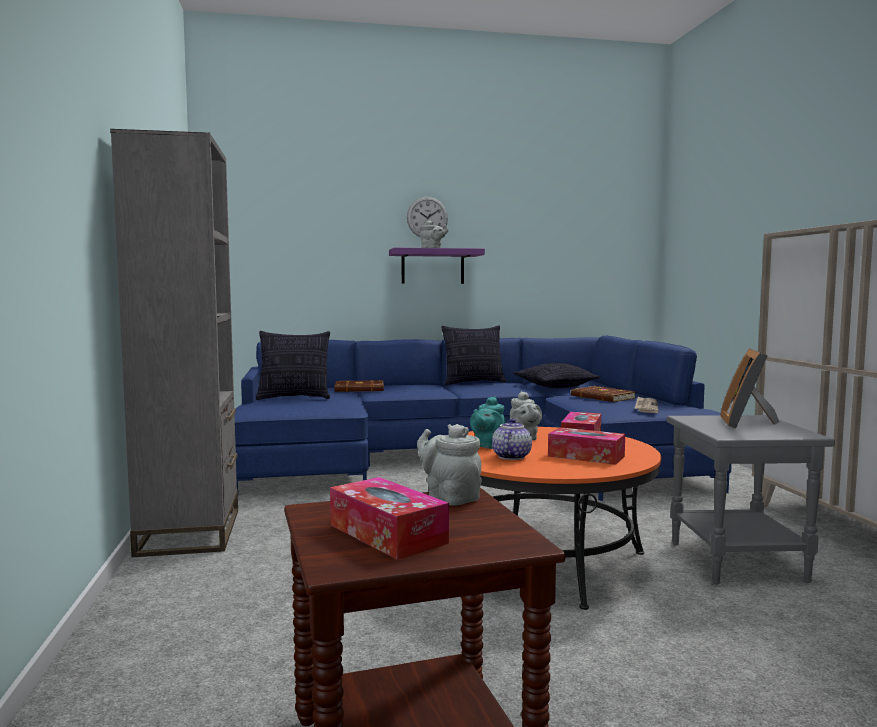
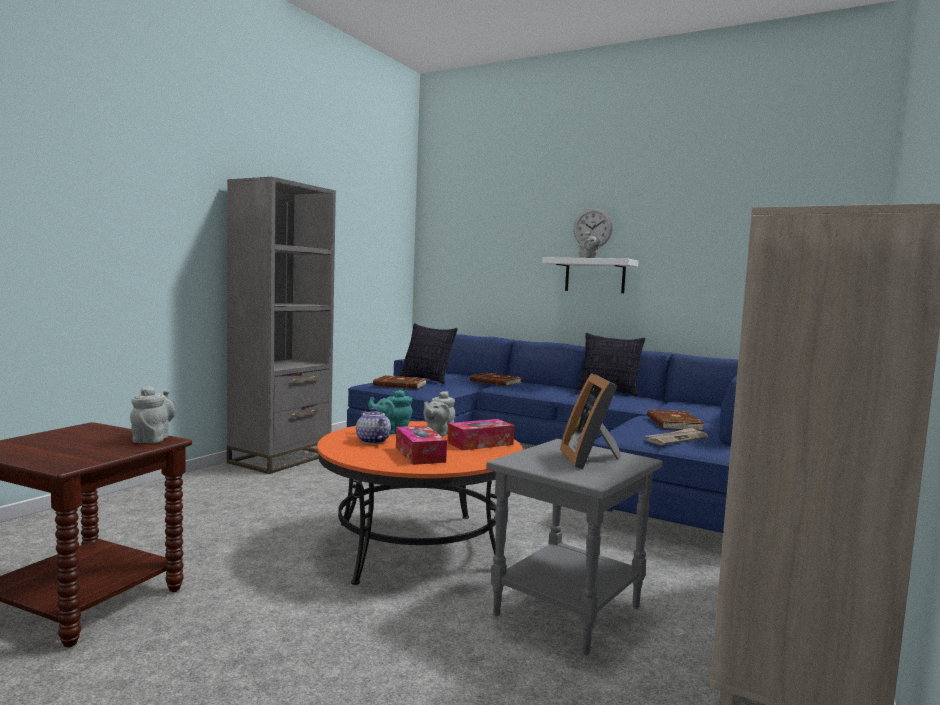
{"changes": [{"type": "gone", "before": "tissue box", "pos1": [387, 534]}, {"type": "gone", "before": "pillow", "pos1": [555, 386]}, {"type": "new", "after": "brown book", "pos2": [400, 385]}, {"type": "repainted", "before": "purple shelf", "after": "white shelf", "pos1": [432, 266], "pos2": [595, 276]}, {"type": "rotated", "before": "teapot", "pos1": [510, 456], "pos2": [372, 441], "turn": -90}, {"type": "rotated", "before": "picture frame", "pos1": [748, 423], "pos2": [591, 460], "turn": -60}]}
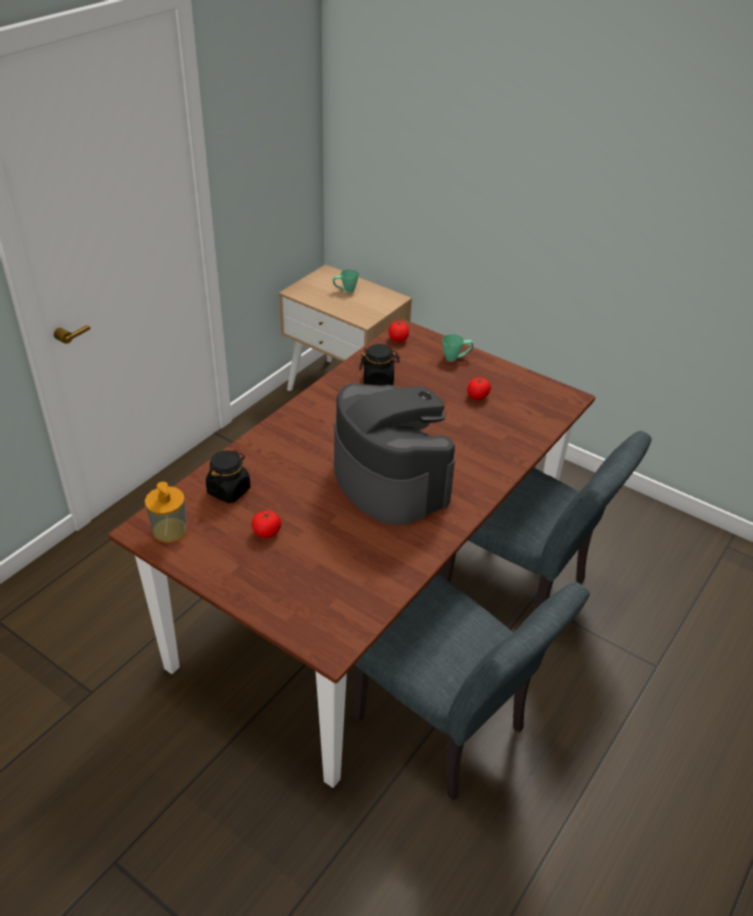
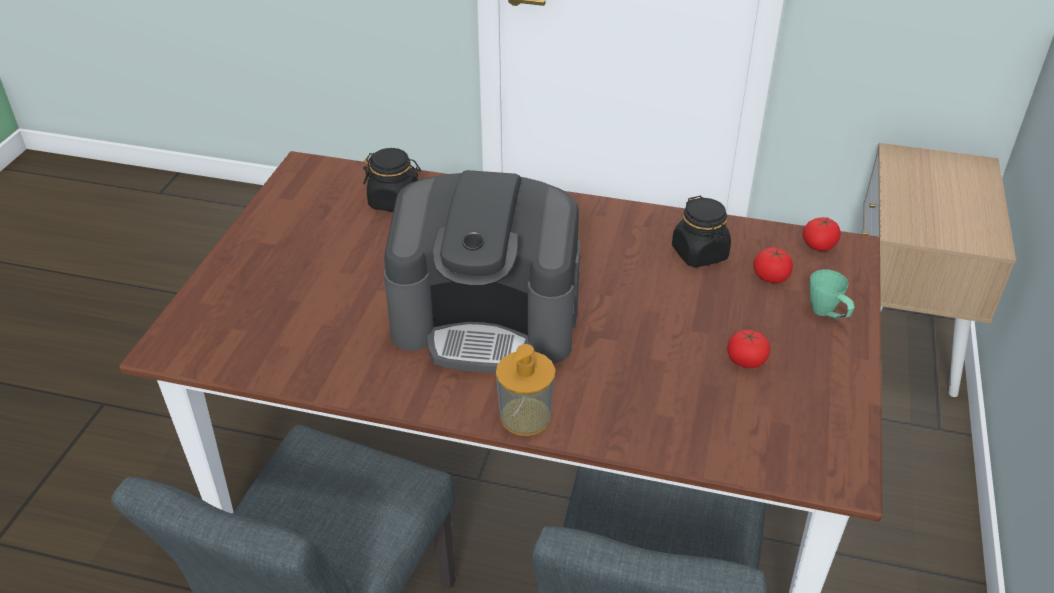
{"changes": [{"type": "gone", "before": "green mug", "pos1": [345, 290]}, {"type": "shifted", "before": "soap dispenser", "pos1": [169, 530], "pos2": [525, 416]}, {"type": "shifted", "before": "tomato", "pos1": [267, 532], "pos2": [771, 277]}, {"type": "rotated", "before": "coffee machine", "pos1": [390, 479], "pos2": [487, 319], "turn": 60}]}
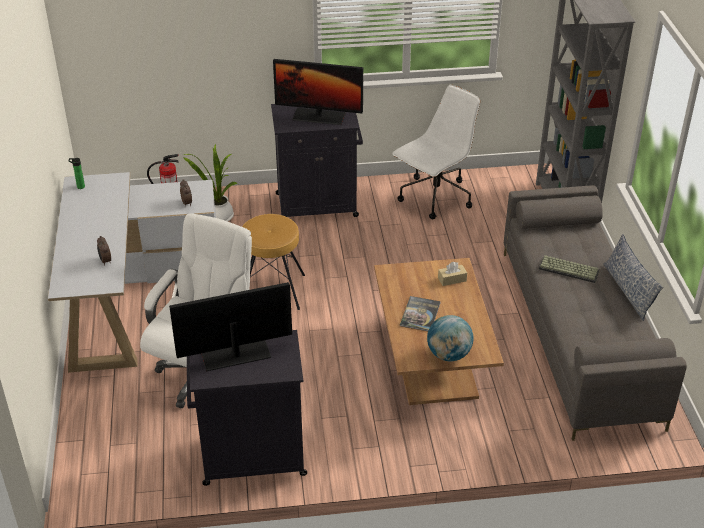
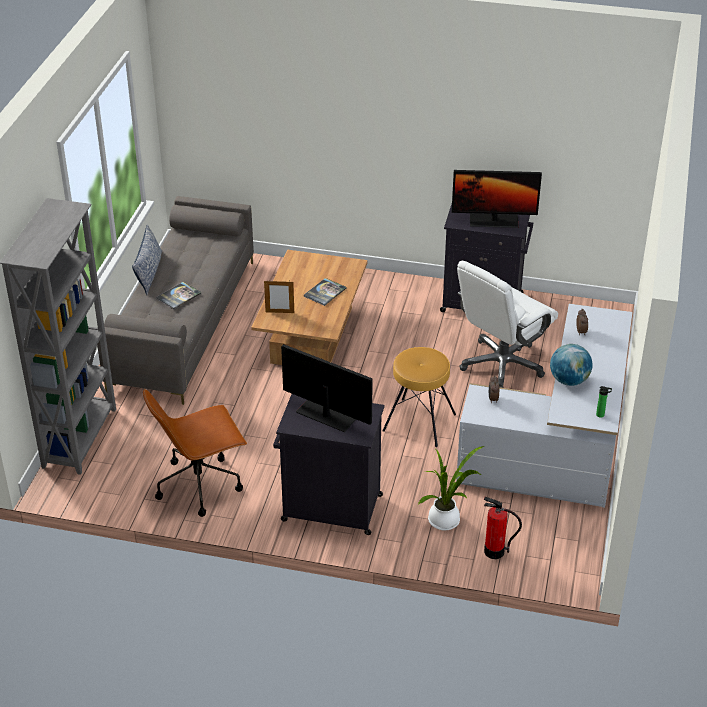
{"changes": [{"type": "shifted", "before": "globe", "pos1": [448, 355], "pos2": [569, 380]}, {"type": "swapped", "before": "beige tissue box", "after": "picture frame", "pos1": [452, 279], "pos2": [280, 312]}, {"type": "swapped", "before": "keyboard", "after": "book", "pos1": [569, 269], "pos2": [178, 296]}, {"type": "repainted", "before": "white office chair", "after": "brown office chair", "pos1": [435, 198], "pos2": [200, 484]}]}
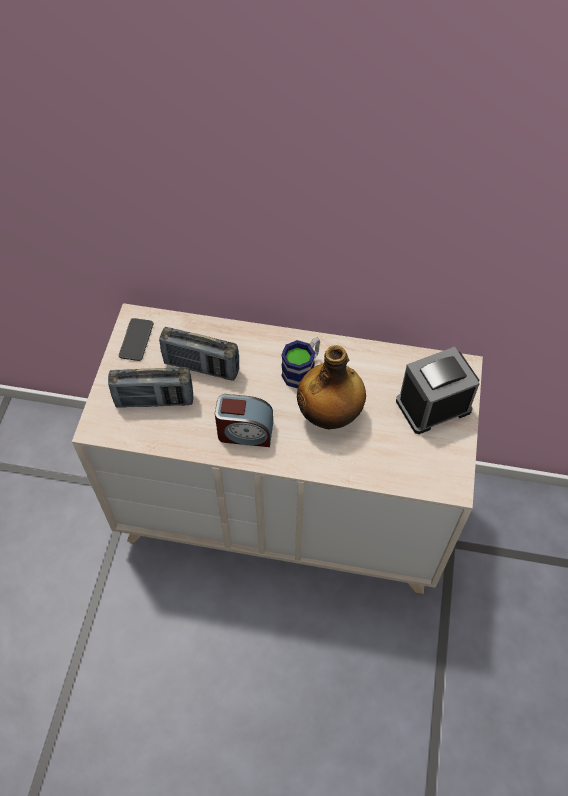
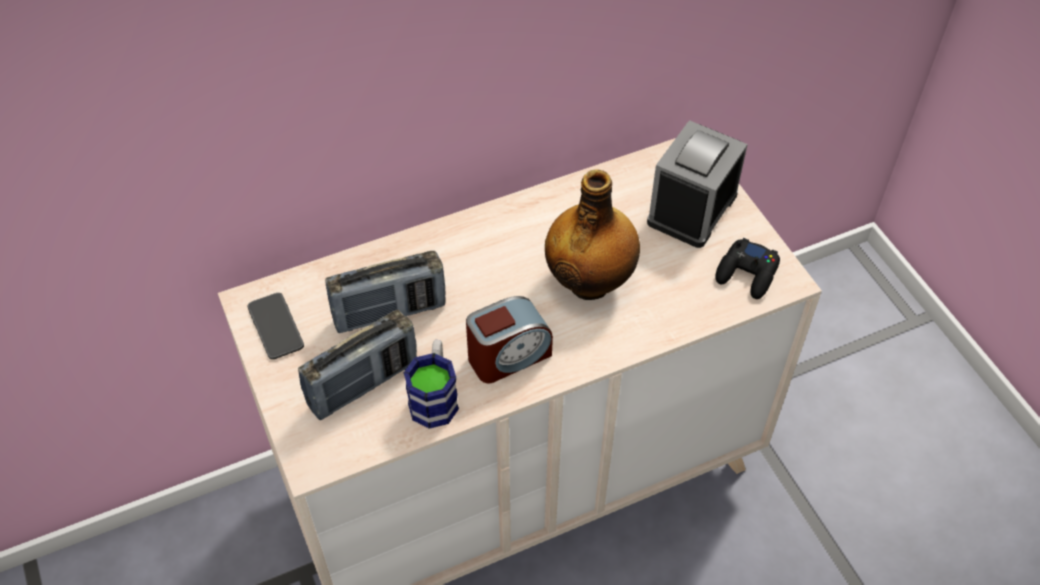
{"changes": [{"type": "new", "after": "black game controller", "pos2": [747, 274]}, {"type": "shifted", "before": "mug", "pos1": [302, 370], "pos2": [435, 396]}]}
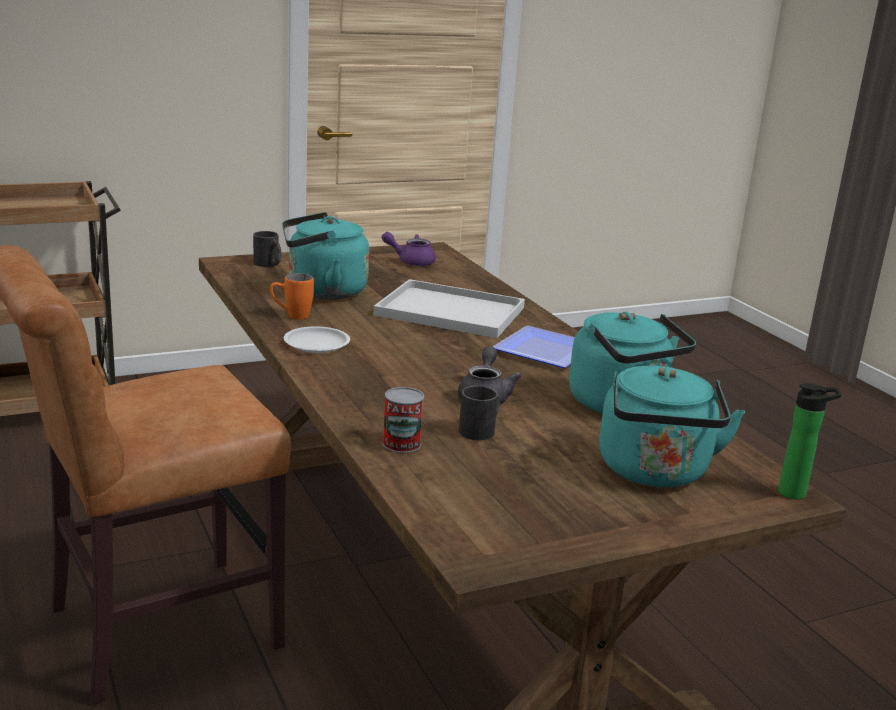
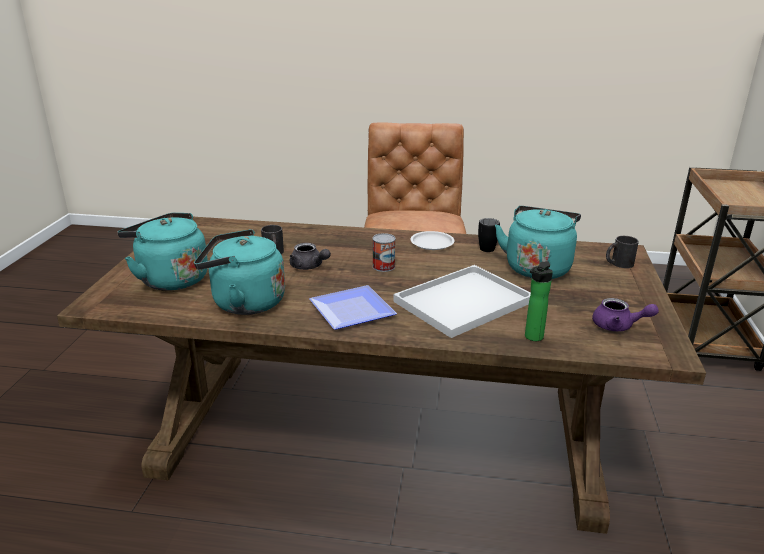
{"changes": [{"type": "shifted", "before": "can", "pos1": [401, 443], "pos2": [383, 266]}, {"type": "shifted", "before": "bottle", "pos1": [796, 493], "pos2": [532, 338]}, {"type": "repainted", "before": "orange mug", "after": "black mug", "pos1": [291, 316], "pos2": [488, 247]}, {"type": "rotated", "before": "purple teapot", "pos1": [411, 261], "pos2": [618, 326], "turn": 75}]}
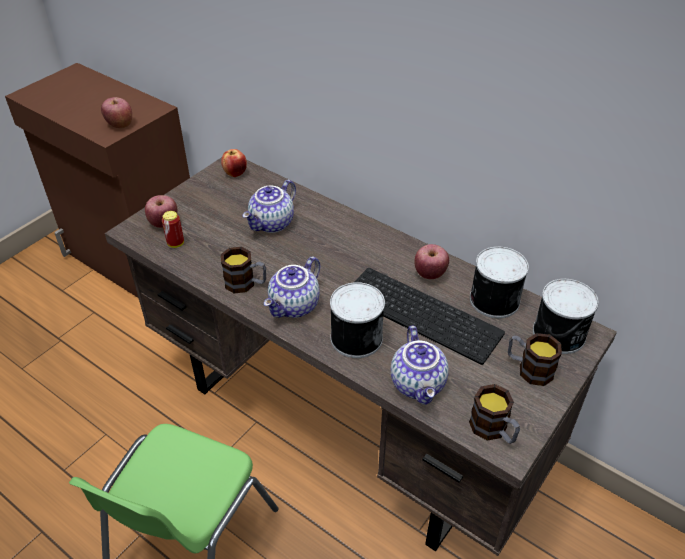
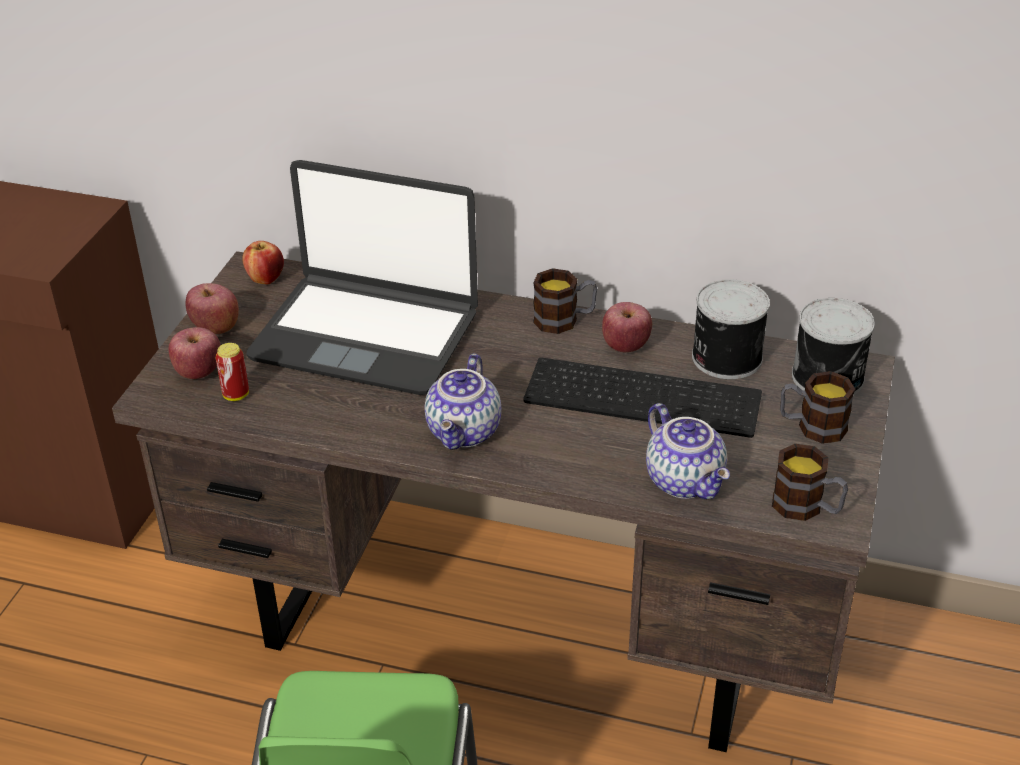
{"changes": [{"type": "gone", "before": "can", "pos1": [355, 337]}, {"type": "shifted", "before": "apple", "pos1": [120, 124], "pos2": [215, 327]}, {"type": "shifted", "before": "mug", "pos1": [246, 283], "pos2": [564, 320]}, {"type": "swapped", "before": "teapot", "after": "laptop", "pos1": [272, 224], "pos2": [366, 335]}]}
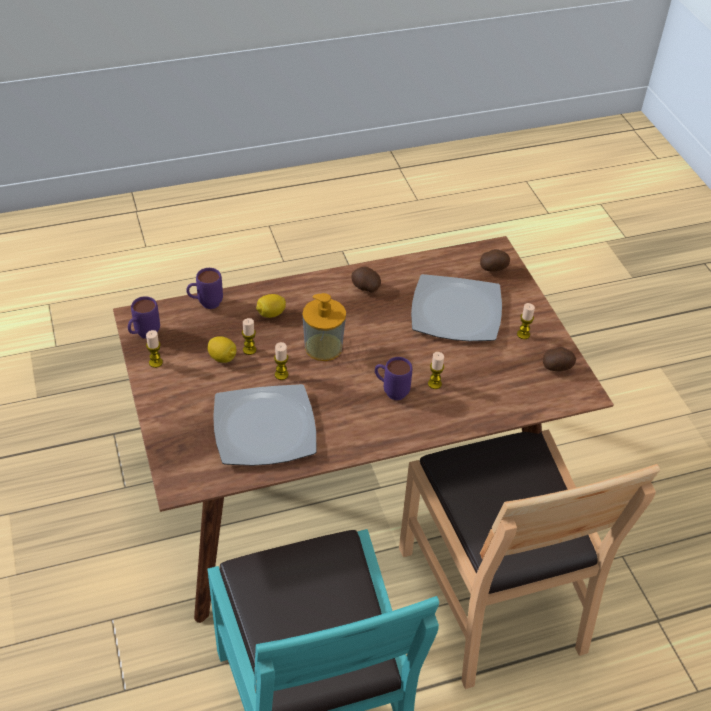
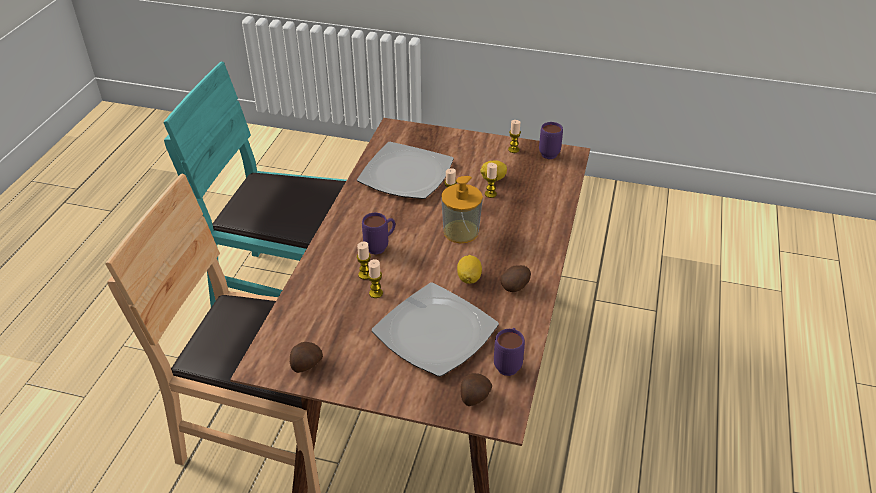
{"changes": [{"type": "shifted", "before": "purple mug", "pos1": [205, 304], "pos2": [508, 363]}, {"type": "shifted", "before": "lemon", "pos1": [271, 314], "pos2": [469, 278]}, {"type": "shifted", "before": "candle", "pos1": [523, 334], "pos2": [376, 293]}]}
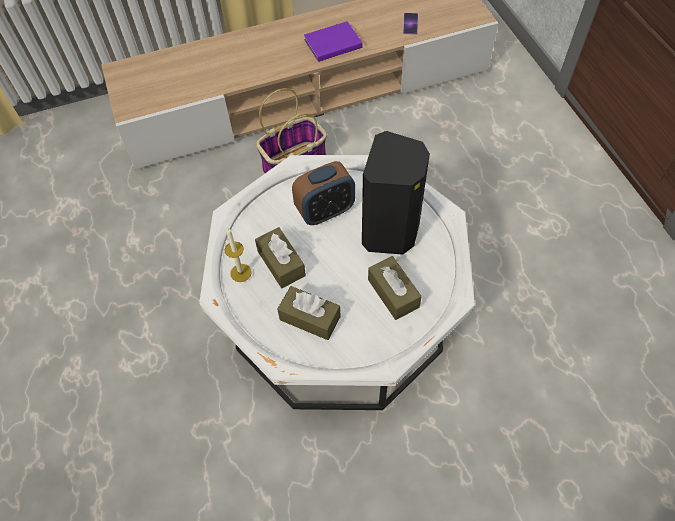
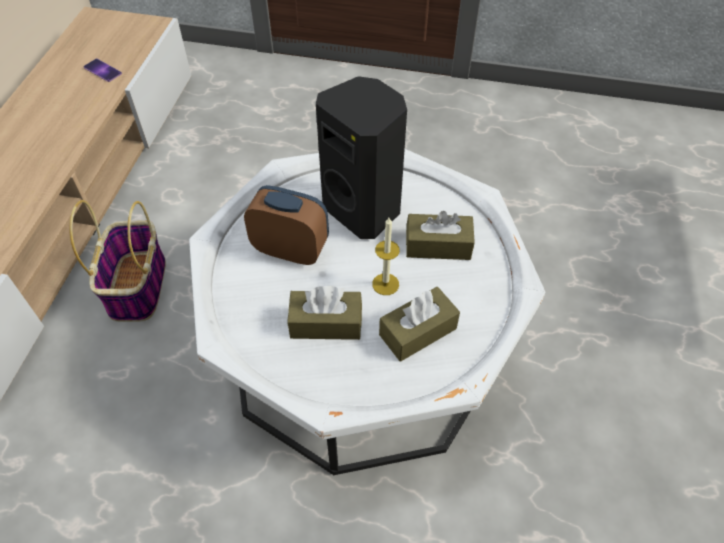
{"changes": [{"type": "gone", "before": "purple book", "pos1": [331, 43]}, {"type": "shifted", "before": "candle", "pos1": [241, 273], "pos2": [385, 284]}, {"type": "rotated", "before": "alarm clock", "pos1": [325, 211], "pos2": [291, 249], "turn": -75}]}
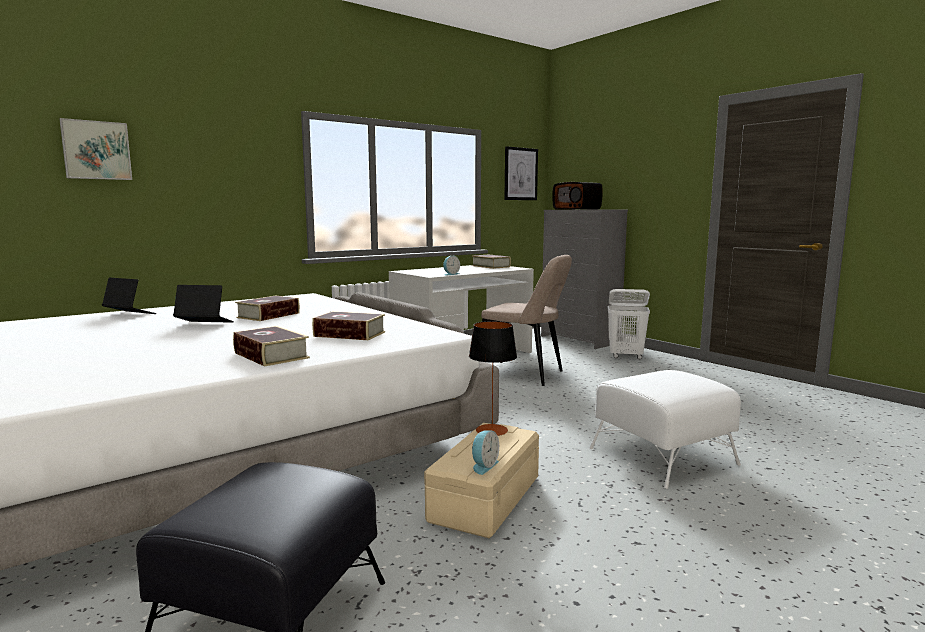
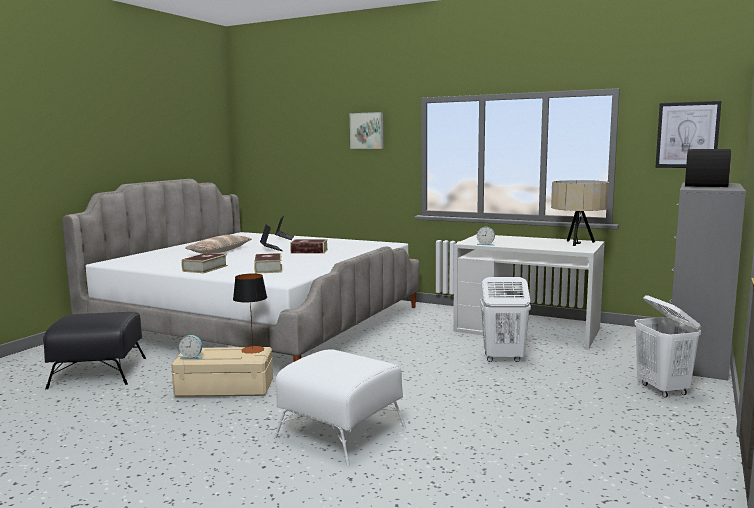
{"changes": [{"type": "new", "after": "pillow", "pos2": [219, 251]}, {"type": "shifted", "before": "picture", "pos1": [96, 150], "pos2": [367, 130]}, {"type": "swapped", "before": "book", "after": "beige table lamp", "pos1": [490, 266], "pos2": [577, 244]}, {"type": "swapped", "before": "beige chair", "after": "white laundry basket", "pos1": [524, 374], "pos2": [503, 358]}]}
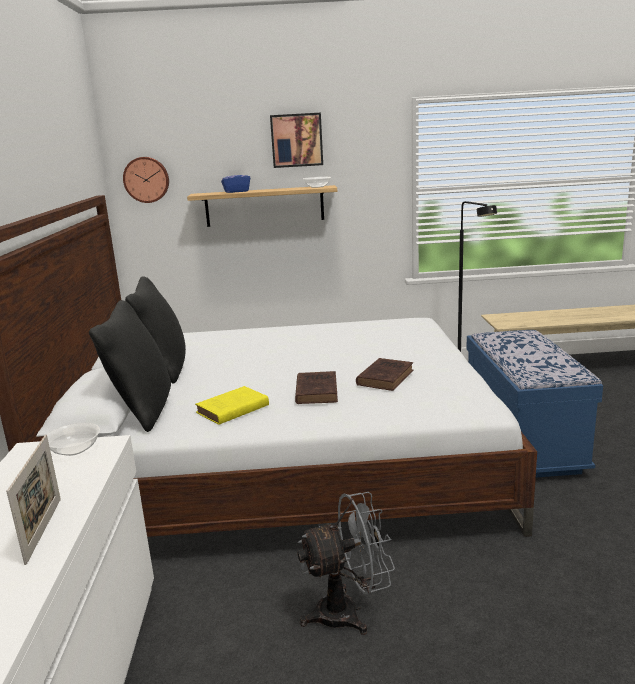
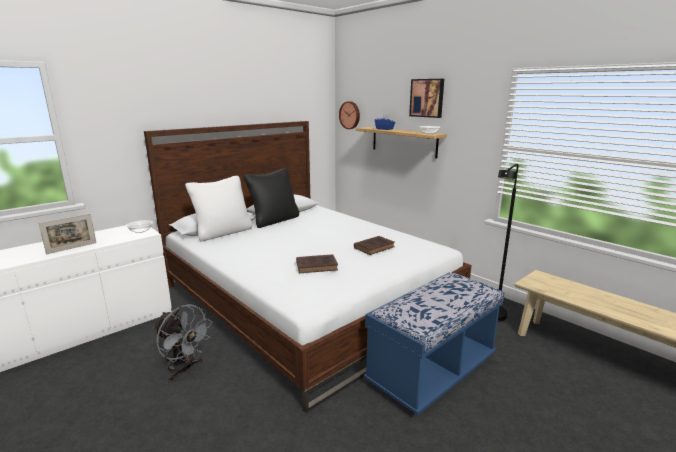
{"changes": [{"type": "gone", "before": "yellow book", "pos1": [231, 410]}, {"type": "shifted", "before": "brown book", "pos1": [316, 391], "pos2": [375, 247]}, {"type": "repainted", "before": "black pillow", "after": "white pillow", "pos1": [142, 410], "pos2": [223, 233]}]}
